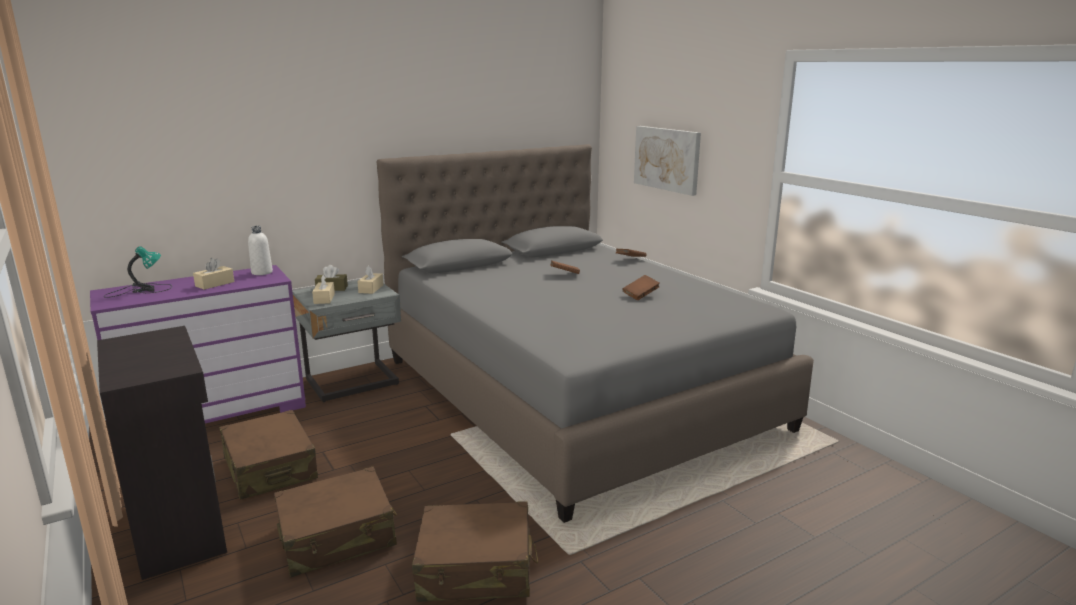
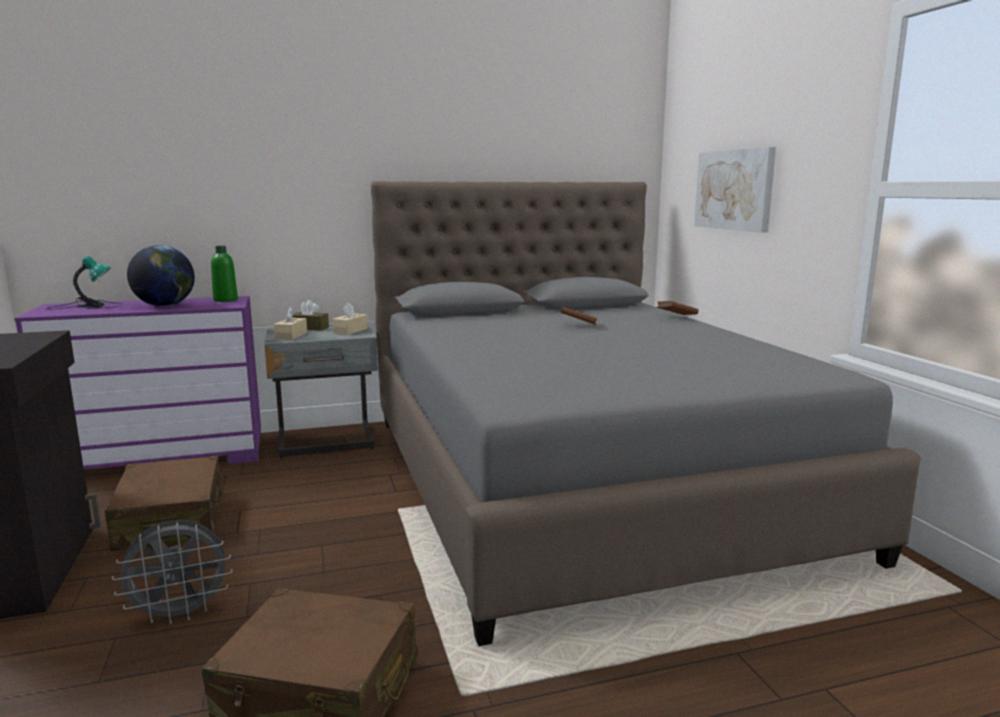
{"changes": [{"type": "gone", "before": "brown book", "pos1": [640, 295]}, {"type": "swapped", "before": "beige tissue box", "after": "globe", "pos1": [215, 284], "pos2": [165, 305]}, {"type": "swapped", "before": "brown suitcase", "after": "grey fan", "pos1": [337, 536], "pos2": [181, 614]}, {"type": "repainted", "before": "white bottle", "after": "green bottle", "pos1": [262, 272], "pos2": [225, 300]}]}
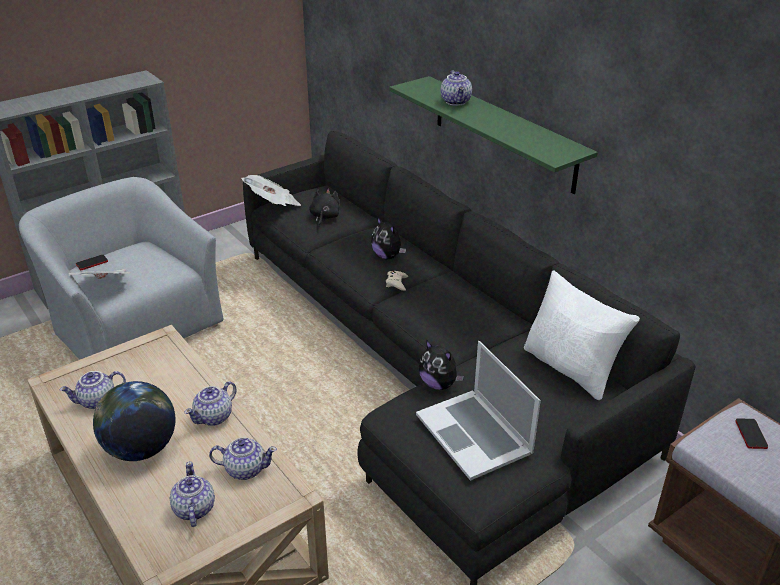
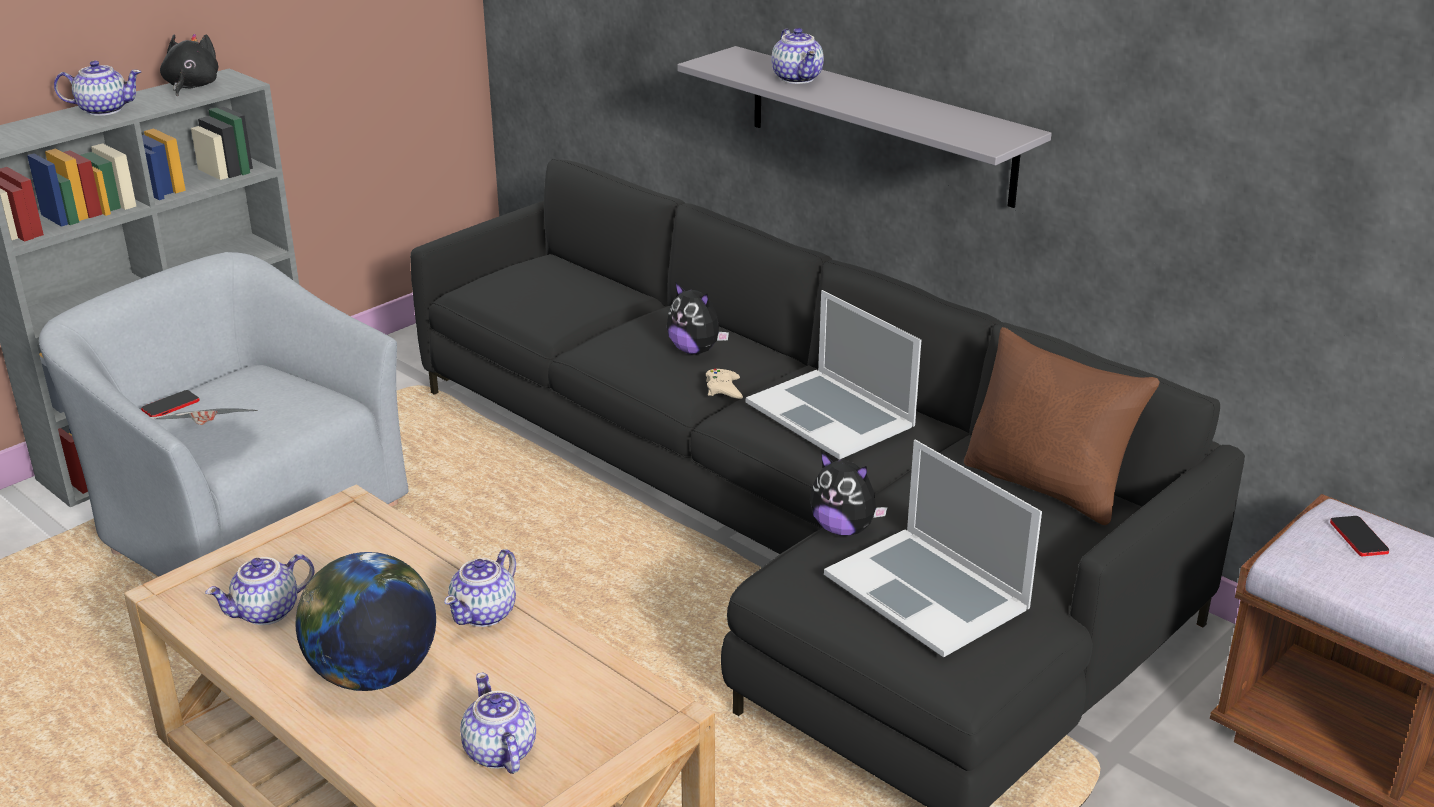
{"changes": [{"type": "gone", "before": "newspaper", "pos1": [273, 204]}, {"type": "new", "after": "laptop", "pos2": [831, 413]}, {"type": "shifted", "before": "teapot", "pos1": [245, 469], "pos2": [103, 110]}, {"type": "shifted", "before": "black plush toy", "pos1": [324, 217], "pos2": [191, 86]}, {"type": "repainted", "before": "green shelf", "after": "grey shelf", "pos1": [503, 133], "pos2": [879, 125]}, {"type": "repainted", "before": "white pillow", "after": "brown pillow", "pos1": [570, 368], "pos2": [1047, 485]}]}
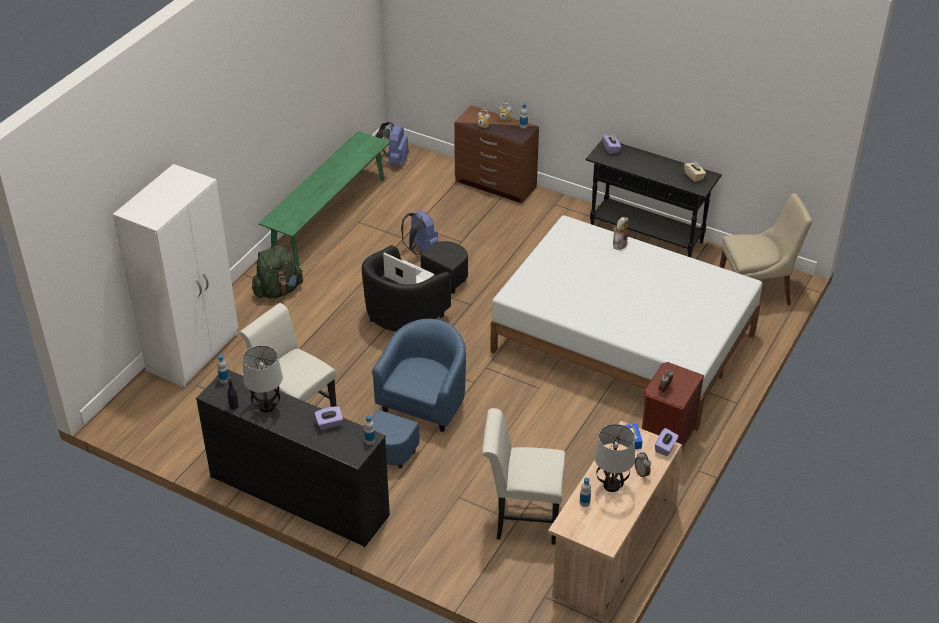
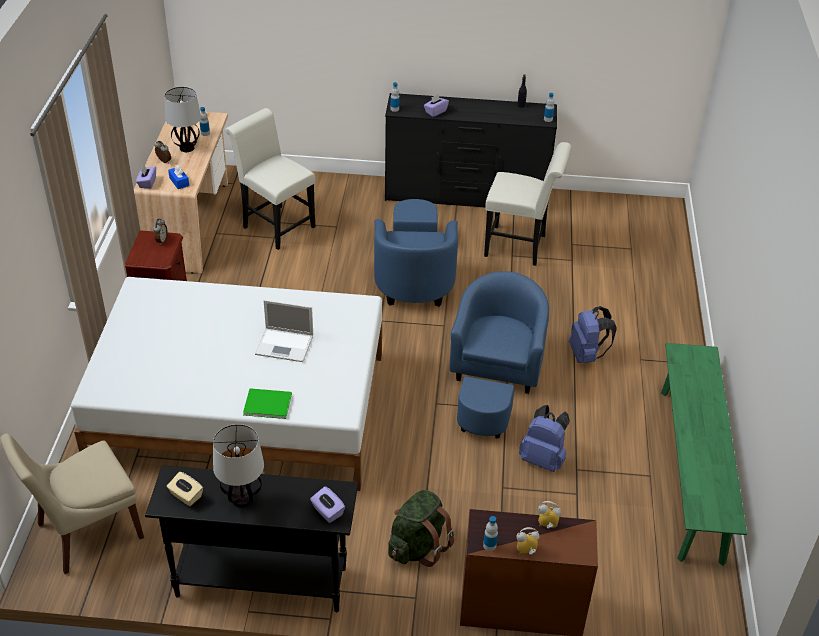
{"changes": [{"type": "gone", "before": "white wardrobe", "pos1": [194, 352]}, {"type": "shifted", "before": "table lamp", "pos1": [266, 407], "pos2": [242, 499]}, {"type": "shifted", "before": "green backpack", "pos1": [278, 290], "pos2": [418, 546]}, {"type": "shifted", "before": "blue backpack", "pos1": [394, 161], "pos2": [587, 355]}, {"type": "shifted", "before": "laptop", "pos1": [408, 276], "pos2": [285, 345]}, {"type": "swapped", "before": "plush toy", "after": "green book", "pos1": [619, 244], "pos2": [266, 403]}, {"type": "repainted", "before": "black armchair", "after": "blue armchair", "pos1": [414, 308], "pos2": [494, 380]}, {"type": "rotated", "before": "white chair", "pos1": [521, 519], "pos2": [275, 225], "turn": -120}]}
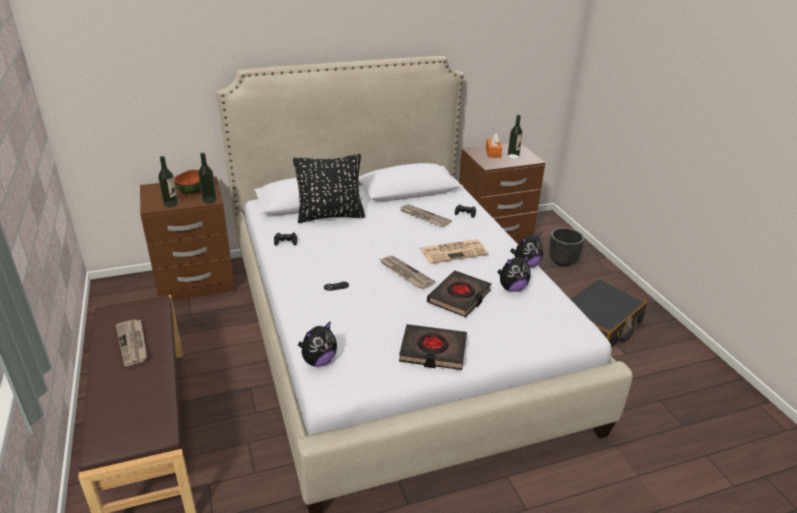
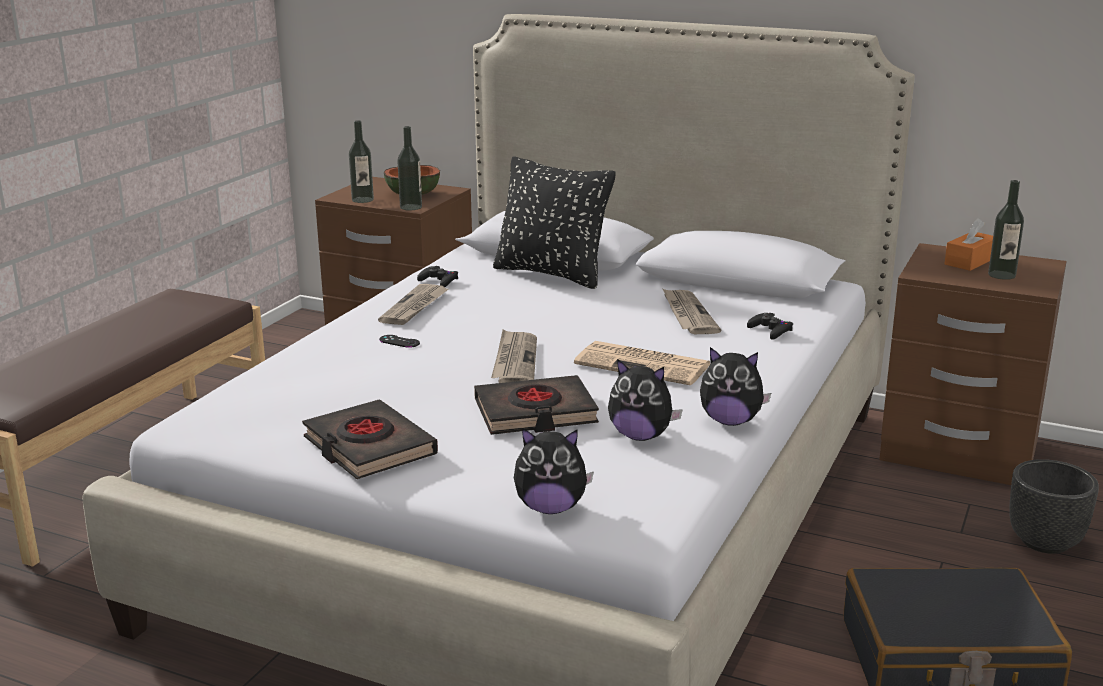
{"changes": [{"type": "shifted", "before": "newspaper", "pos1": [133, 343], "pos2": [415, 307]}, {"type": "shifted", "before": "plush toy", "pos1": [318, 361], "pos2": [551, 508]}]}
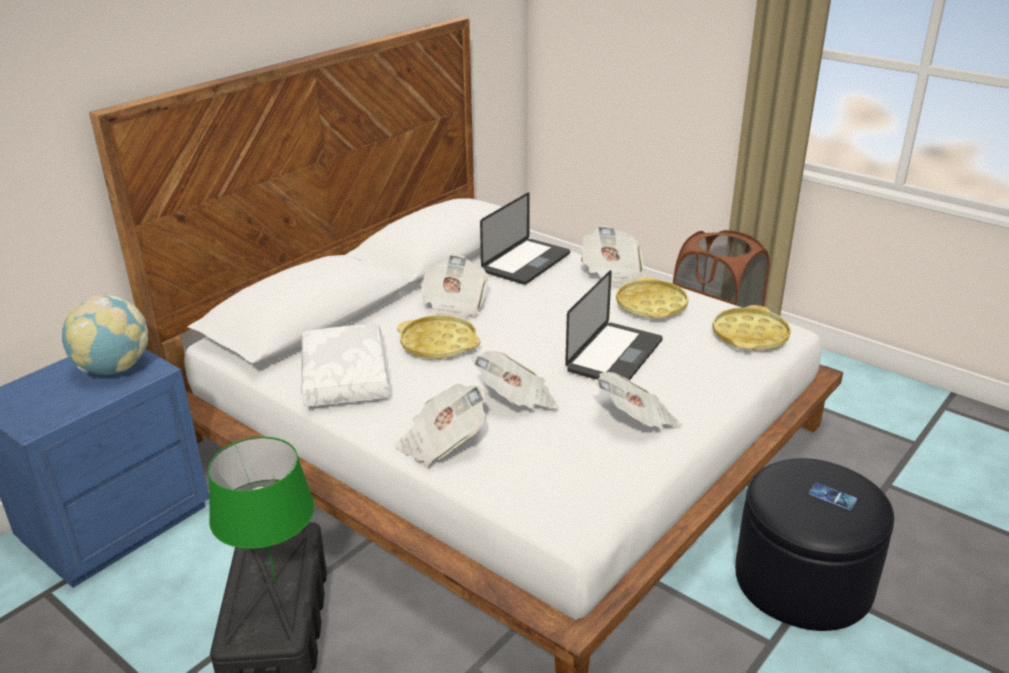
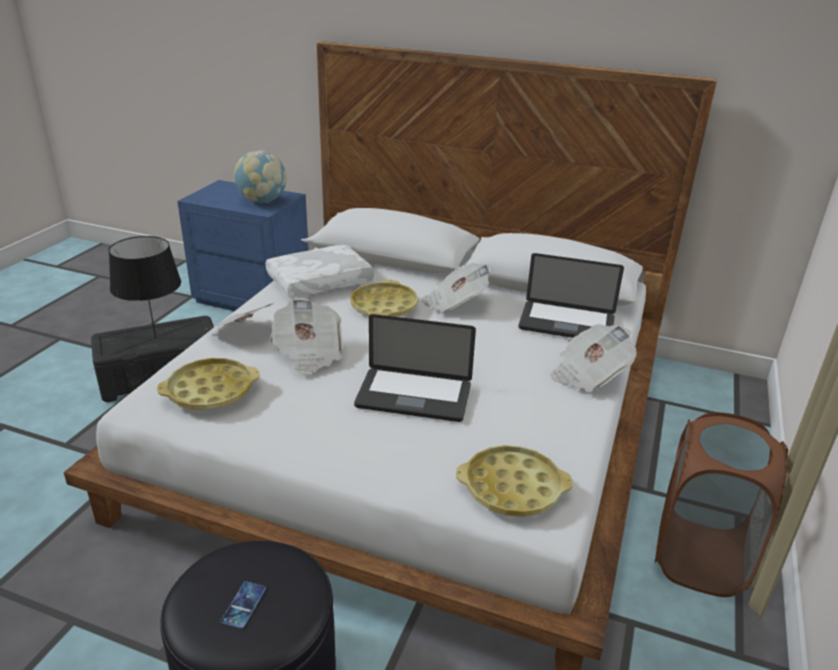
{"changes": [{"type": "gone", "before": "newspaper", "pos1": [637, 421]}, {"type": "shifted", "before": "yellow tray", "pos1": [651, 305], "pos2": [210, 390]}, {"type": "repainted", "before": "green table lamp", "after": "black table lamp", "pos1": [275, 580], "pos2": [156, 337]}]}
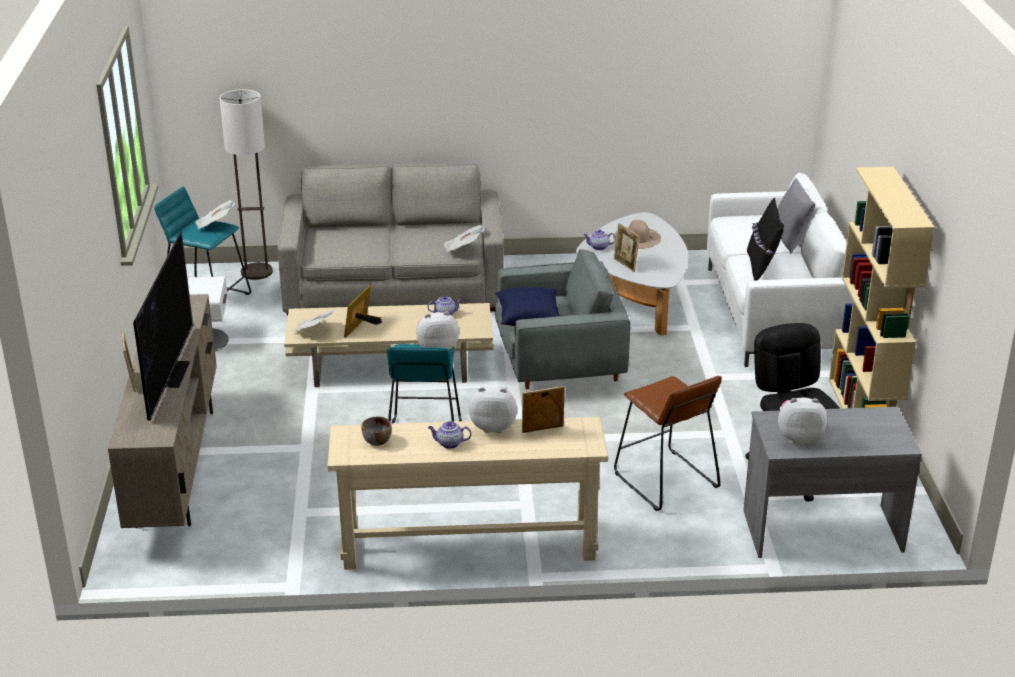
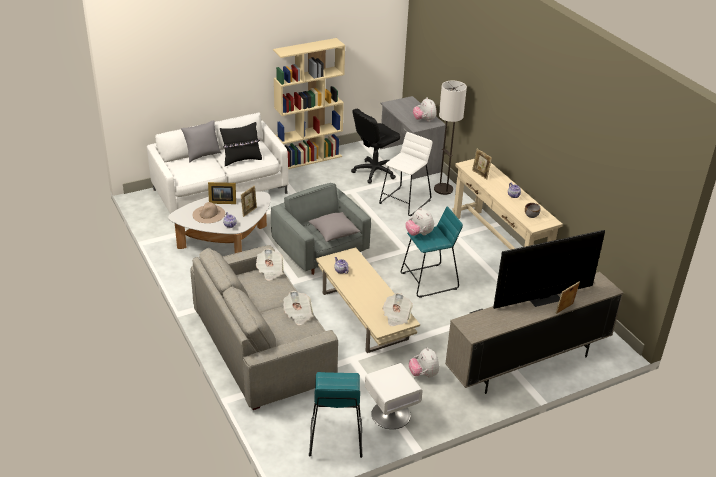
{"changes": [{"type": "shifted", "before": "newspaper", "pos1": [215, 224], "pos2": [298, 314]}, {"type": "shifted", "before": "floor lamp", "pos1": [257, 272], "pos2": [443, 189]}, {"type": "shifted", "before": "picture frame", "pos1": [361, 327], "pos2": [222, 201]}, {"type": "shifted", "before": "plush toy", "pos1": [493, 426], "pos2": [423, 374]}, {"type": "repainted", "before": "blue pillow", "after": "grey pillow", "pos1": [528, 318], "pos2": [334, 233]}, {"type": "repainted", "before": "brown stool", "after": "white stool", "pos1": [665, 481], "pos2": [405, 202]}]}
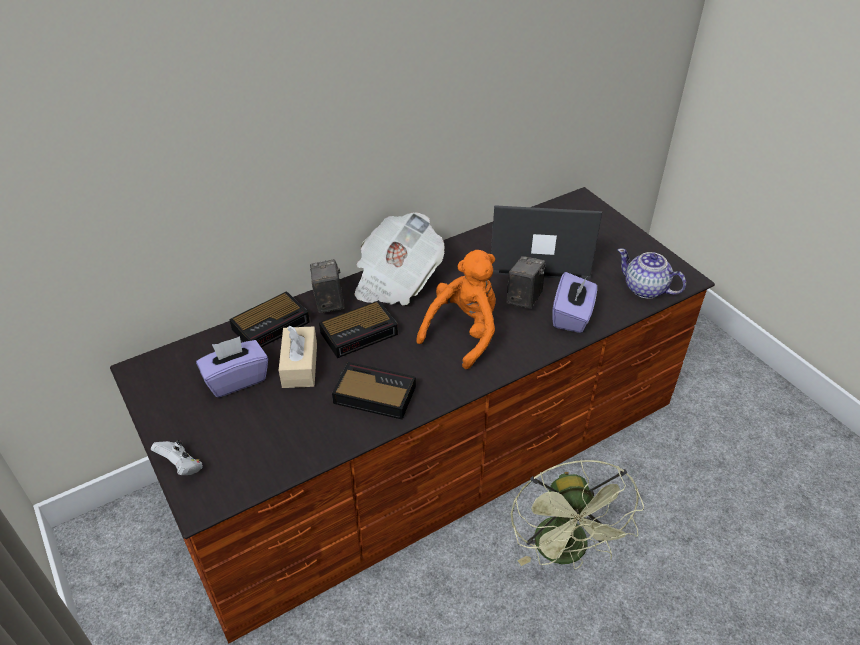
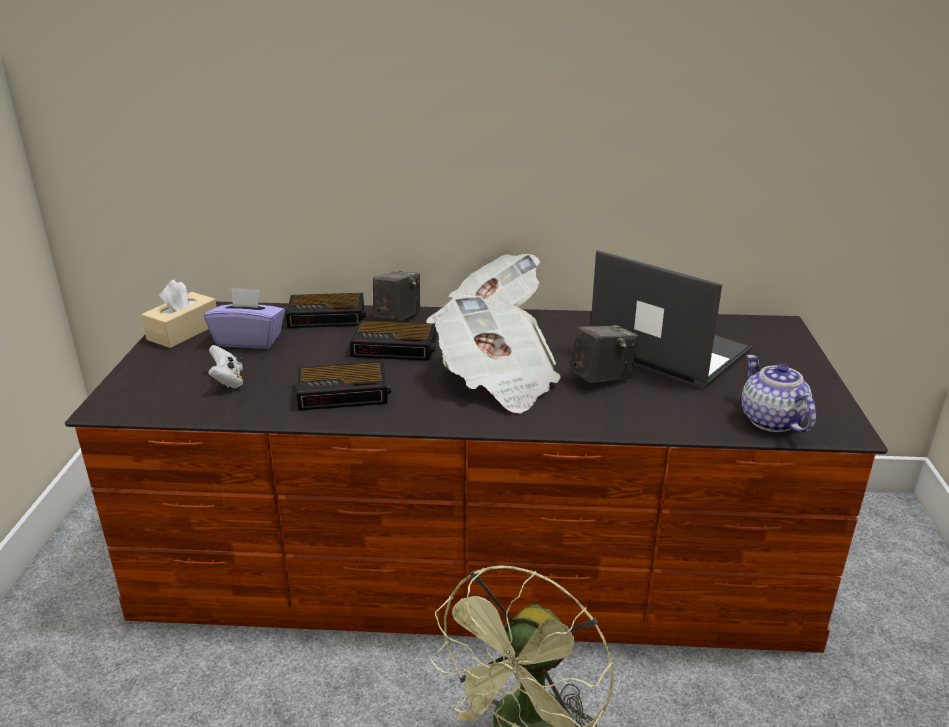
{"changes": [{"type": "gone", "before": "purple tissue box", "pos1": [572, 316]}, {"type": "shifted", "before": "white game controller", "pos1": [181, 466], "pos2": [228, 381]}, {"type": "shifted", "before": "beige tissue box", "pos1": [300, 365], "pos2": [183, 331]}, {"type": "swapped", "before": "orange plush toy", "after": "newspaper", "pos1": [464, 332], "pos2": [498, 381]}, {"type": "rotated", "before": "alarm clock", "pos1": [373, 394], "pos2": [345, 393], "turn": 120}]}
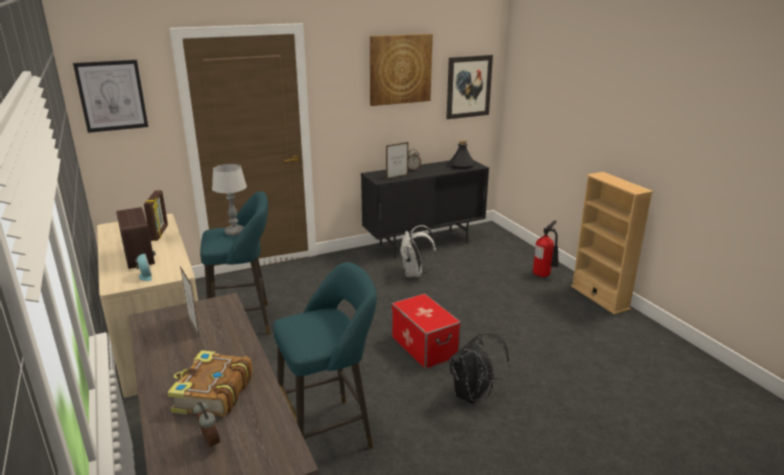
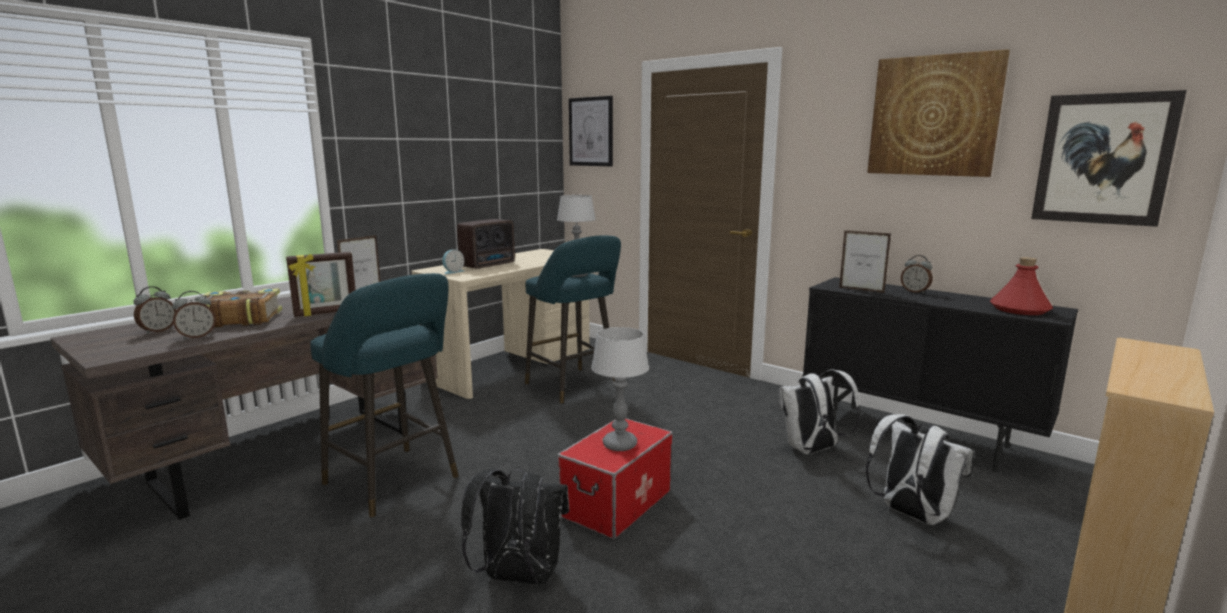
{"changes": [{"type": "gone", "before": "fire extinguisher", "pos1": [544, 275]}, {"type": "new", "after": "alarm clock", "pos2": [197, 336]}, {"type": "new", "after": "table lamp", "pos2": [620, 445]}, {"type": "new", "after": "white backpack", "pos2": [910, 514]}, {"type": "shifted", "before": "picture frame", "pos1": [160, 233], "pos2": [326, 313]}, {"type": "repainted", "before": "black bottle", "after": "red bottle", "pos1": [461, 165], "pos2": [1019, 309]}]}
